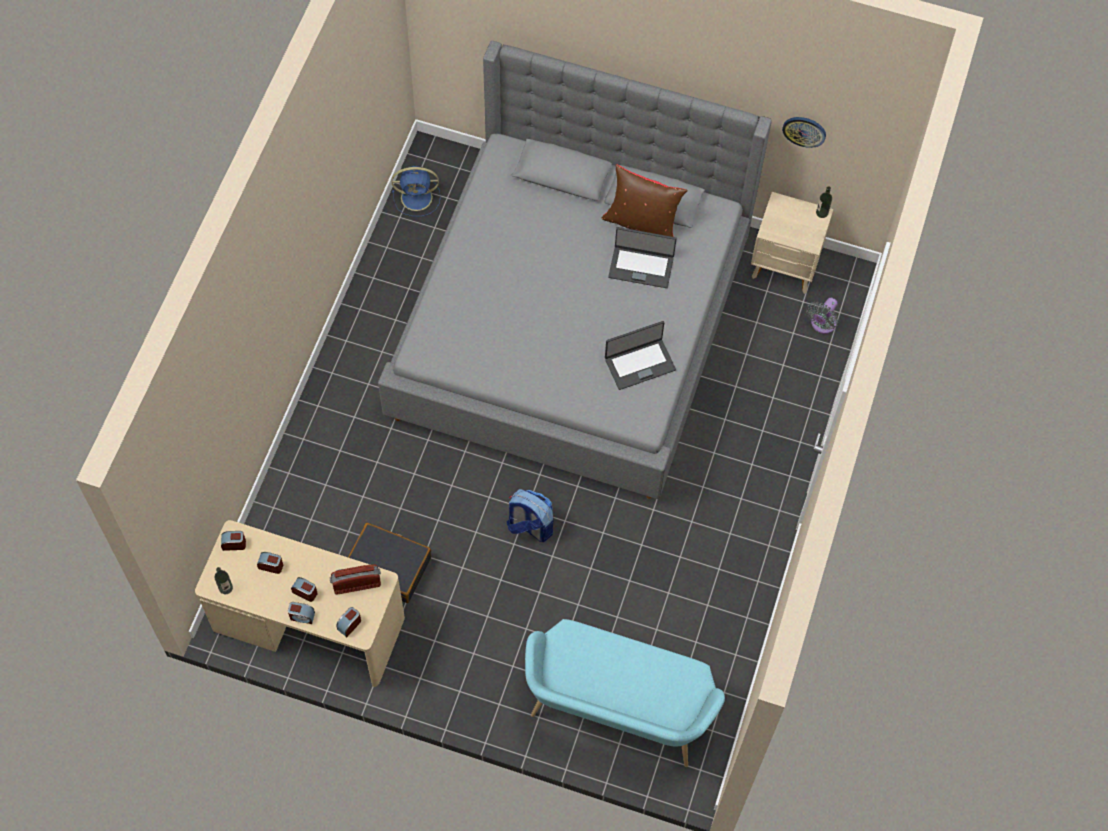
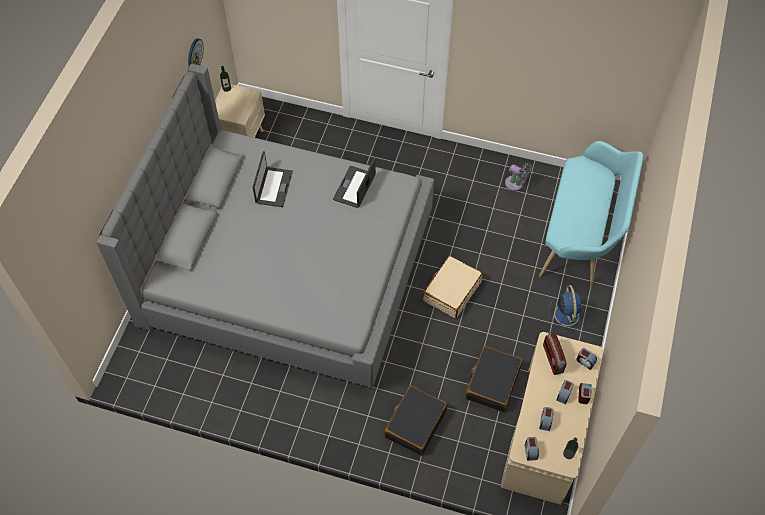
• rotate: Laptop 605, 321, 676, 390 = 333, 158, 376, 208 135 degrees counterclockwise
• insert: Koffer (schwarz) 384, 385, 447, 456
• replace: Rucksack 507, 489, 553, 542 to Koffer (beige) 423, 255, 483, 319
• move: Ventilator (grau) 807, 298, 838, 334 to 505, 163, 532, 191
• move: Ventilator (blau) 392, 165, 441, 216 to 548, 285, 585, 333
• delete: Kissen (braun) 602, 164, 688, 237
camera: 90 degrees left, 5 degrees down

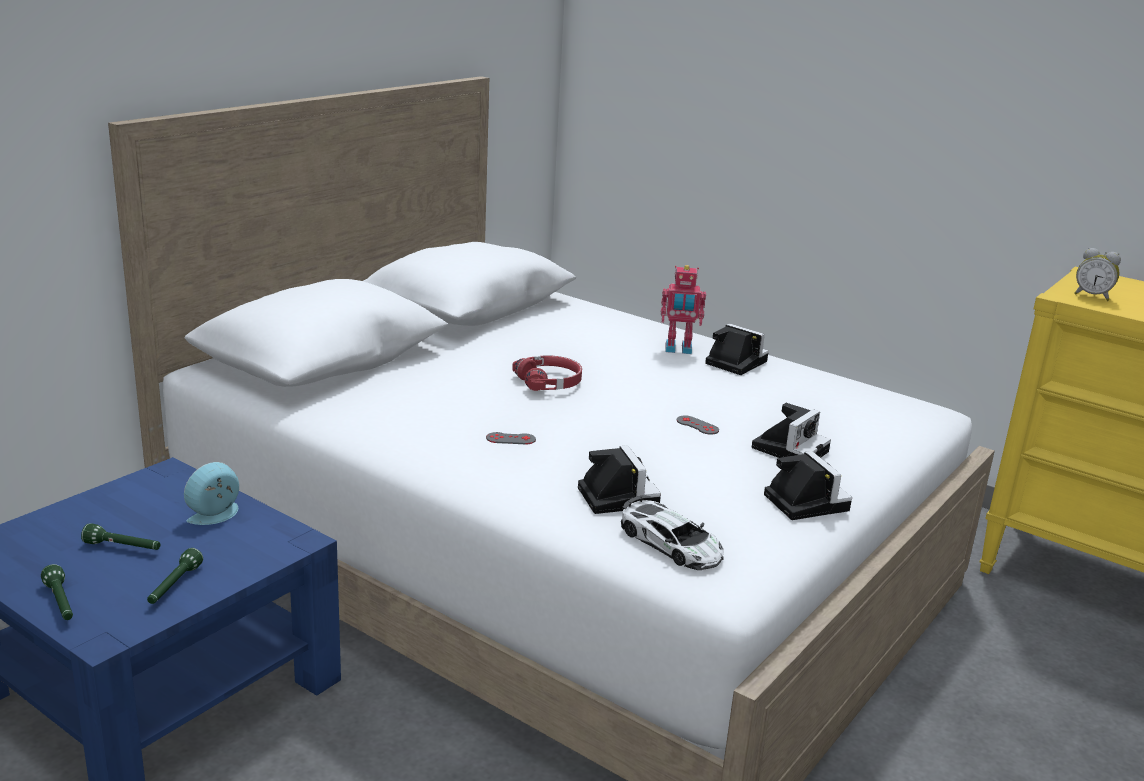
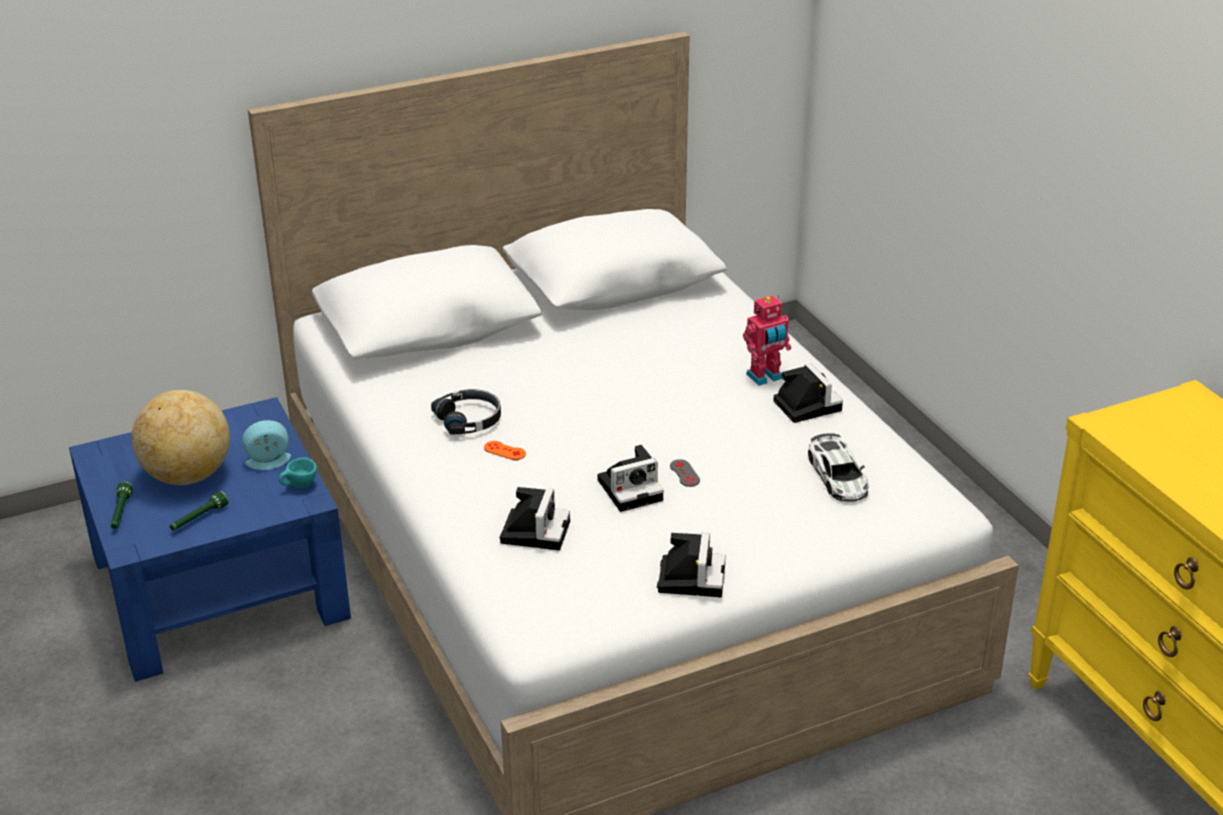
• replace: Taschenlampe (grün) 81, 523, 161, 550 to Globus 131, 390, 230, 485
• insert: Tasse (türkis) 279, 457, 317, 488
• insert: Kopfhörer (schwarz) 431, 389, 501, 434
• recolor: Gamepad (grau) 486, 432, 536, 444 to Gamepad (orange) 484, 441, 526, 460
• move: Kamera 752, 403, 831, 458 to 597, 445, 664, 512
• rotate: Spielzeugroboter 661, 265, 706, 354 = 743, 295, 791, 386 60 degrees counterclockwise
• move: Spielzeugauto 621, 496, 724, 570 to 808, 433, 869, 502
• delete: Kopfhörer (rot) 512, 355, 582, 391
• delete: Wecker 1074, 248, 1121, 301
camera: 30 degrees right, 10 degrees up

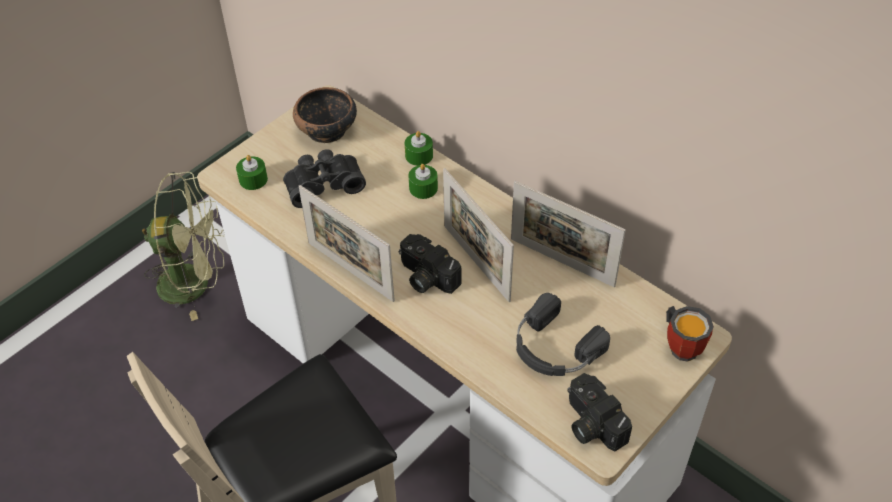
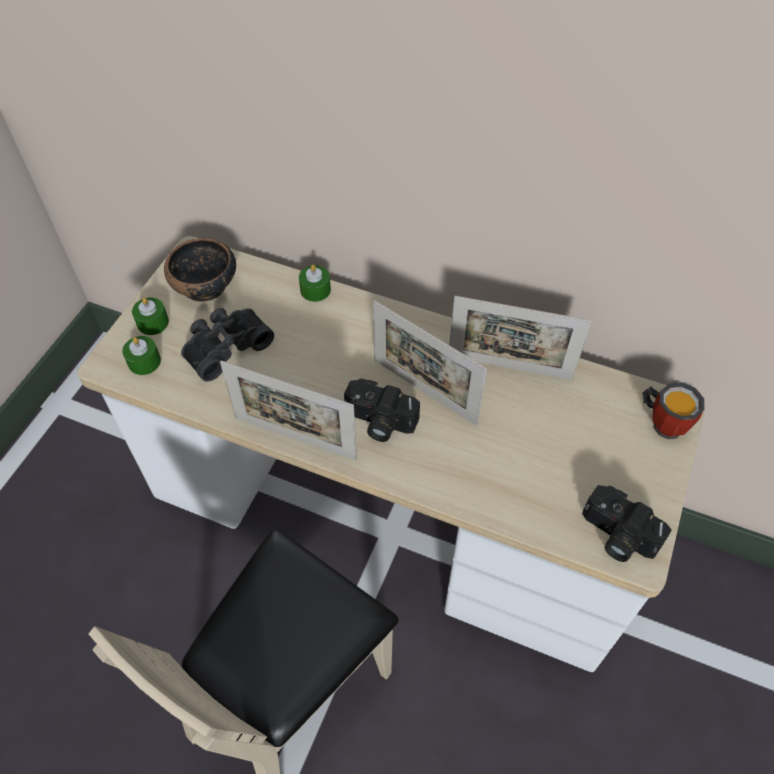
• move: Kerze (grün) 408, 164, 438, 199 to 132, 297, 169, 335
• delete: Ventilator (grün) 142, 172, 225, 321
• delete: Kopfhörer (schwarz) 516, 293, 610, 376
camera: 20 degrees left, 5 degrees up

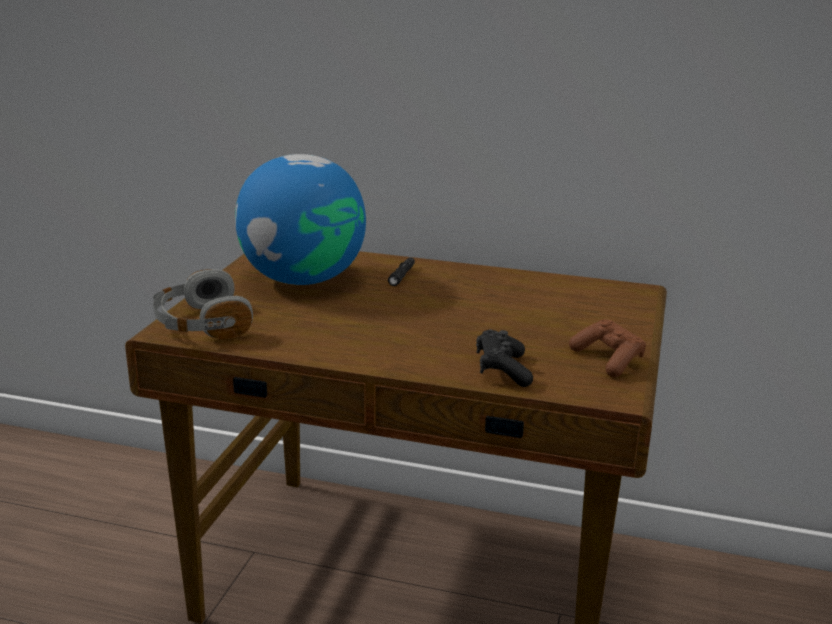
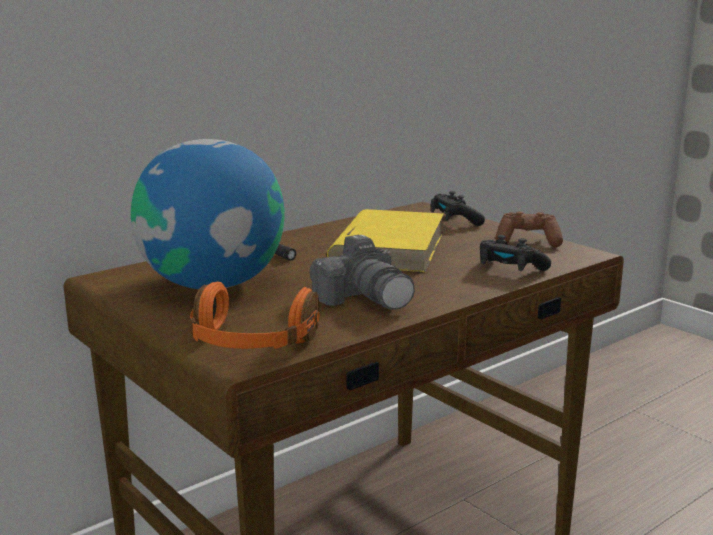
• recolor: Kopfhörer (grau) 153, 269, 253, 339 to Kopfhörer (orange) 190, 282, 319, 349
• insert: Kamera 309, 235, 415, 310
• insert: Buch (gelb) 327, 209, 444, 272
• insert: Gamepad (schwarz) 431, 191, 485, 226
camera: 55 degrees left, 5 degrees down

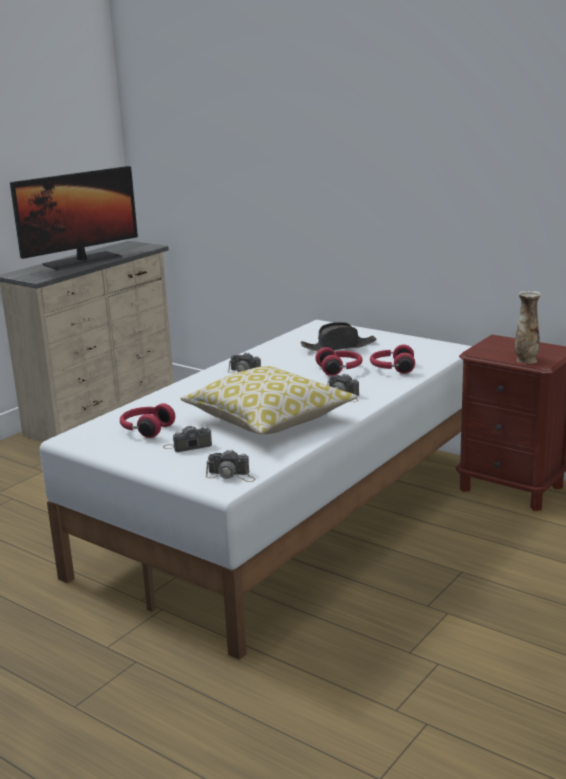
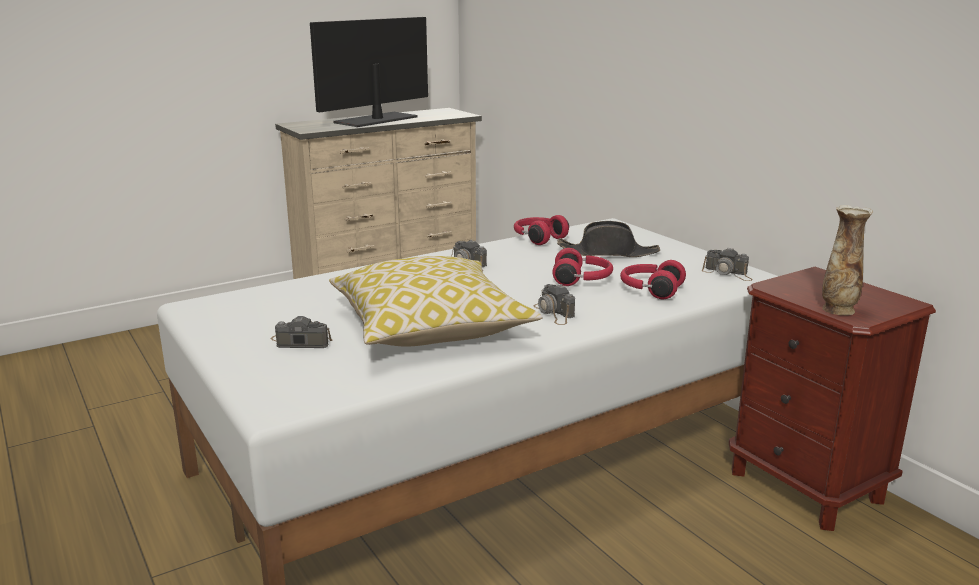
• rotate: Monitor 10, 166, 138, 270 = 310, 17, 428, 127 150 degrees clockwise
• move: Kopfhörer (rot) 120, 403, 175, 438 to 514, 215, 569, 245
• move: Kamera 206, 449, 255, 482 to 702, 247, 753, 281
camera: 20 degrees right, 0 degrees up

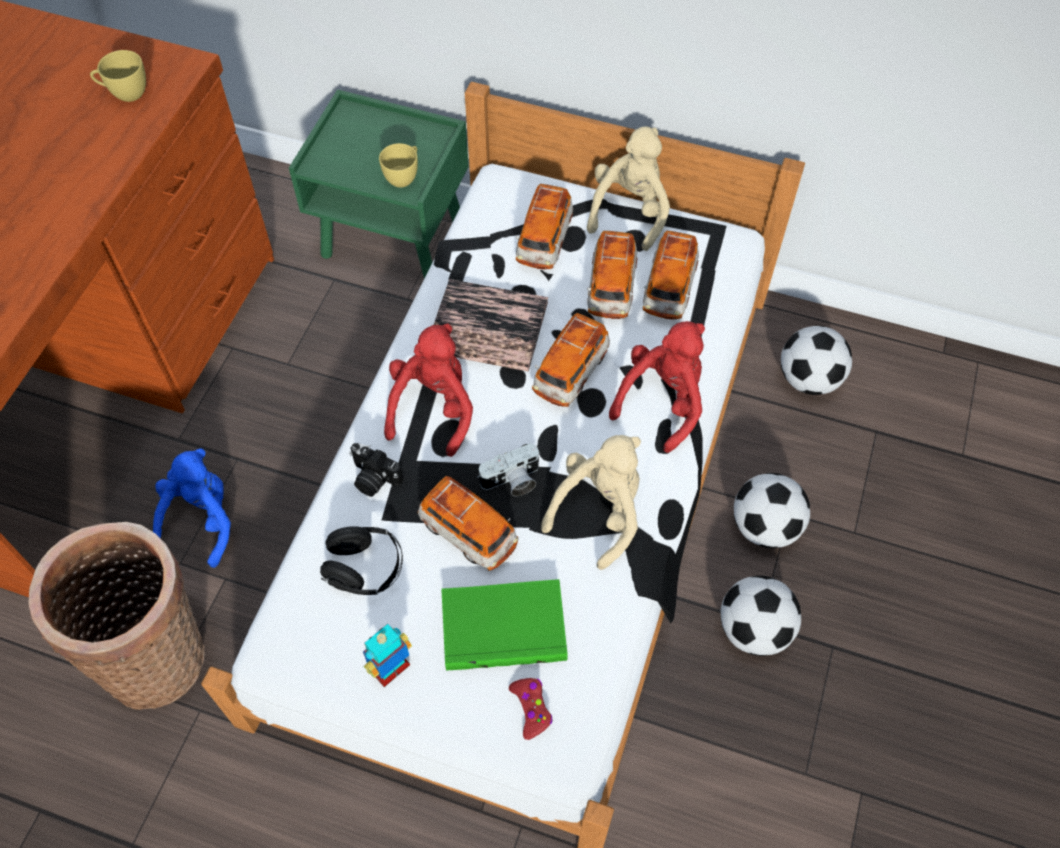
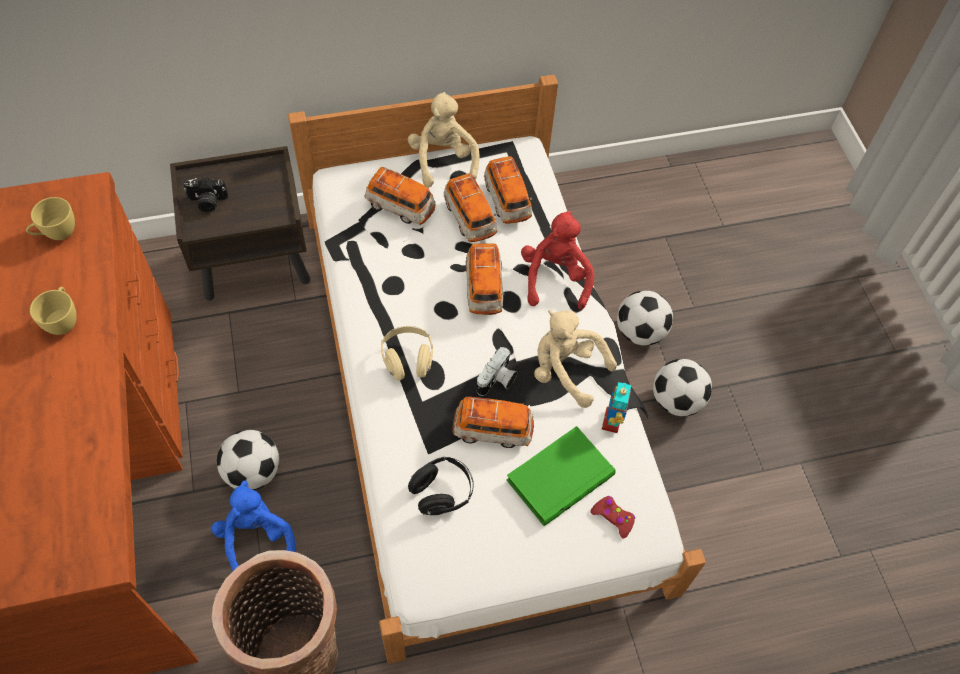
• move: Tasse (gelb) 379, 143, 418, 188 to 30, 287, 77, 335
• recolor: Nachttisch (grün) 289, 89, 469, 278 to Nachttisch (braun) 170, 146, 310, 301
• move: Kamera 349, 443, 403, 497 to 184, 177, 228, 212
• move: Fußball 781, 326, 852, 395 to 217, 430, 279, 490
• rotate: Spielzeugauto 516, 184, 573, 269 = 364, 167, 436, 225 45 degrees counterclockwise
• replace: Plüschtier (rot) 384, 323, 473, 457 to Kopfhörer (beige) 381, 326, 433, 380
• rotate: Plüschtier (beige) 541, 435, 641, 570 = 534, 310, 617, 408 60 degrees counterclockwise
• move: Spielzeugroboter 363, 624, 412, 687 to 602, 382, 631, 433
• delete: Buch 434, 279, 548, 371
camera: 35 degrees left, 0 degrees up

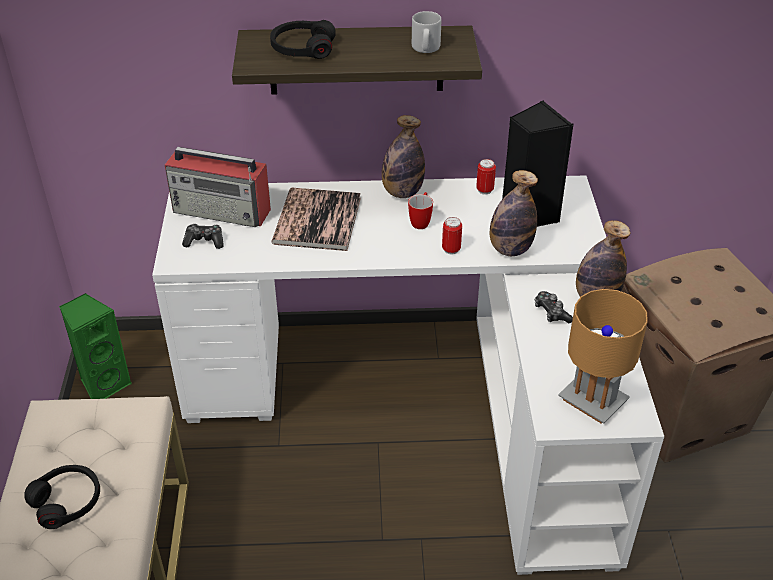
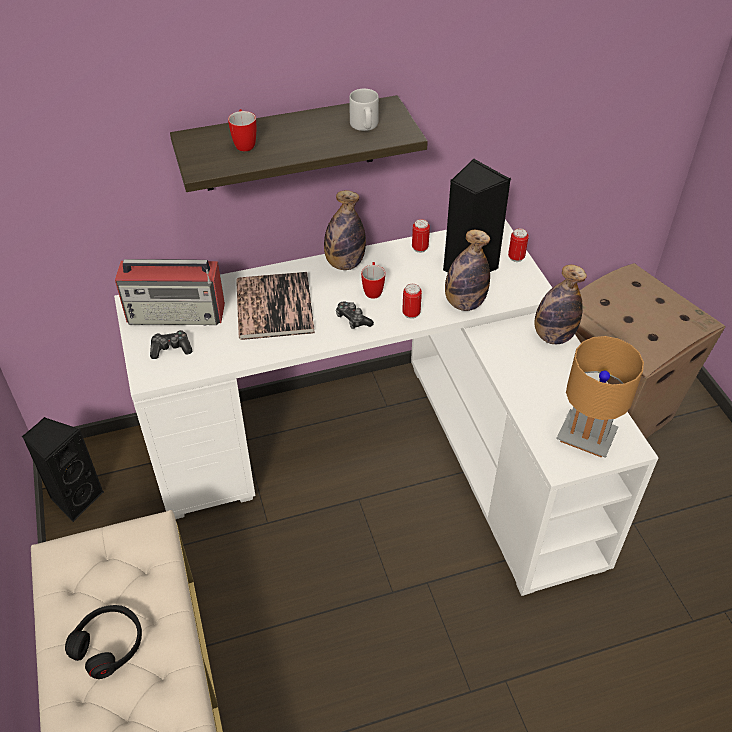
• recolor: Lautsprecher (grün) 59, 293, 132, 399 to Lautsprecher (schwarz) 22, 417, 104, 522
• replace: Kopfhörer (schwarz) 270, 20, 336, 59 to Henkelbecher 228, 109, 256, 151
• move: Gamepad 535, 291, 573, 323 to 336, 302, 374, 329
• insert: Dose 508, 228, 529, 262
camera: 15 degrees left, 5 degrees up

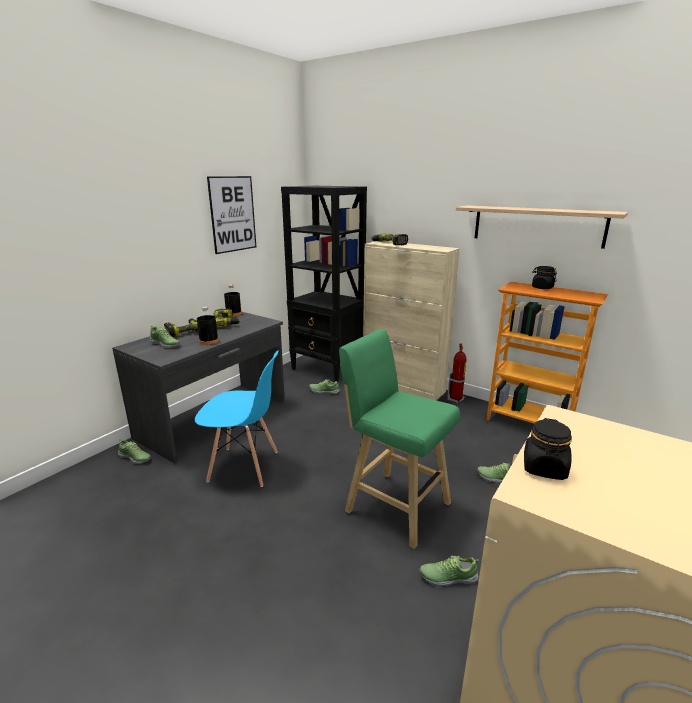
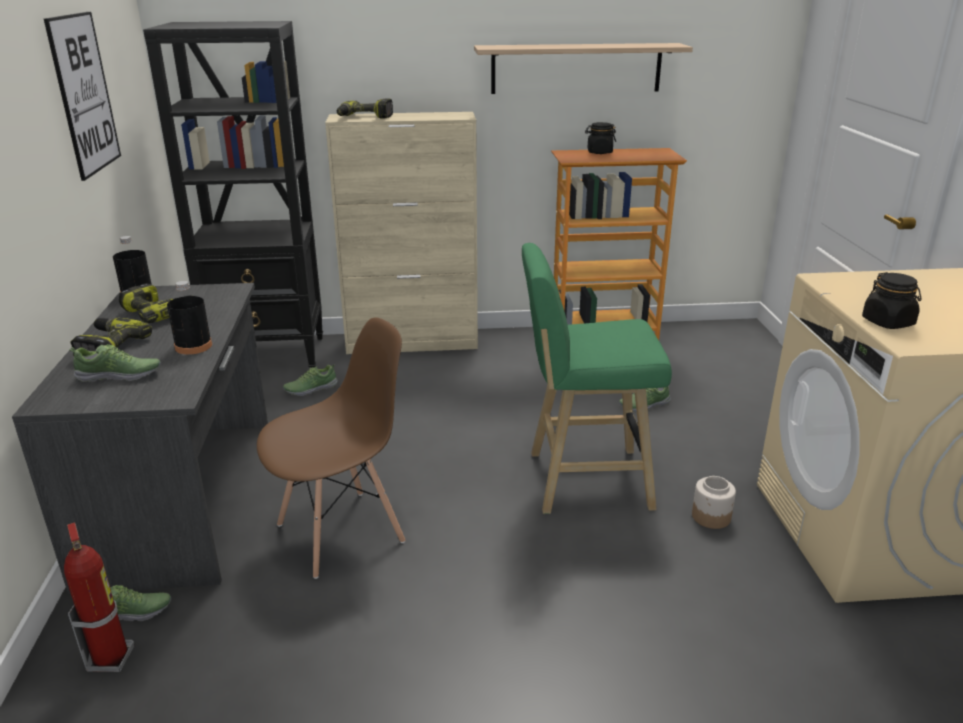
• move: Feuerlöscher 447, 343, 466, 403 to 64, 522, 134, 672
• recolor: Stuhl (blau) 195, 350, 279, 487 to Stuhl (braun) 257, 317, 406, 579
• replace: Schuh 420, 555, 479, 587 to Vorratsglas 692, 476, 736, 529
camera: 40 degrees left, 5 degrees up

